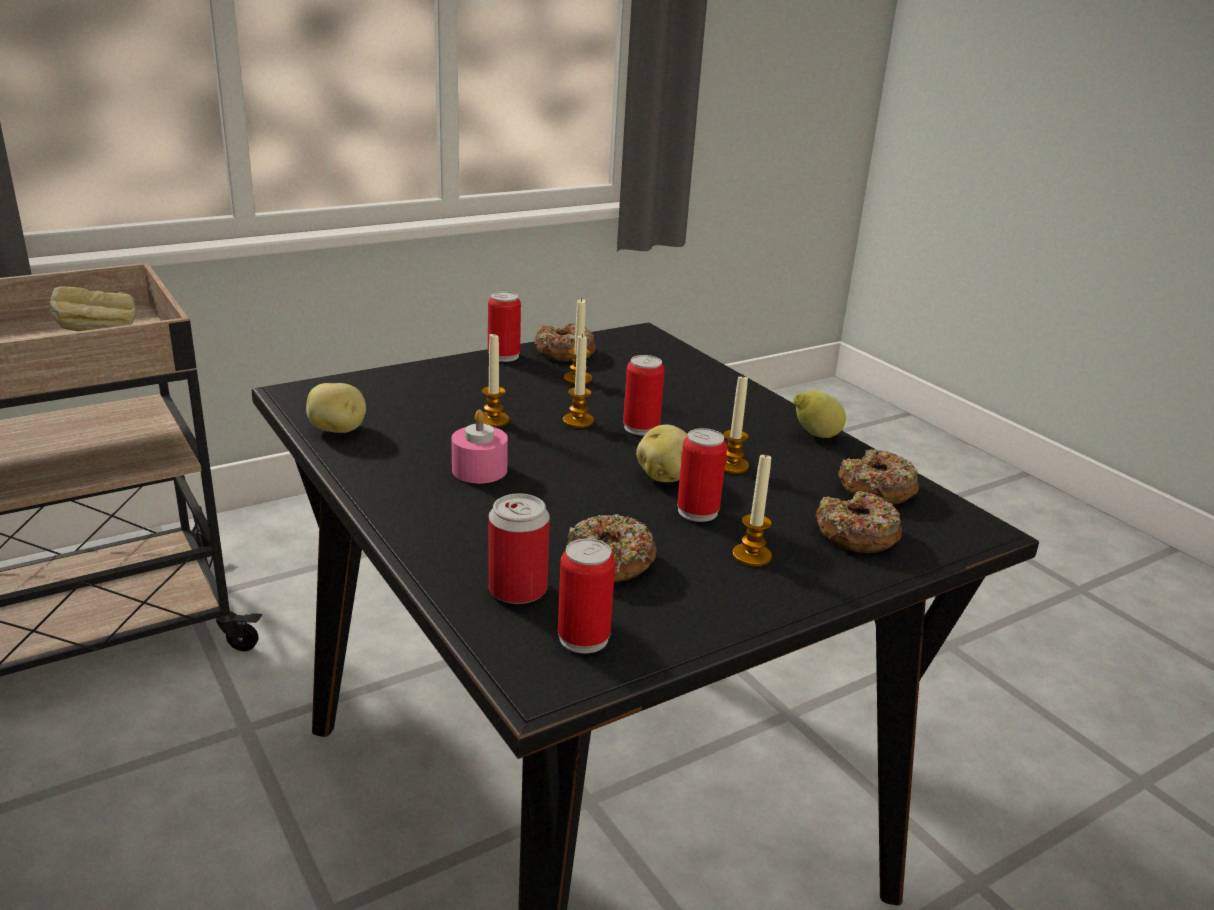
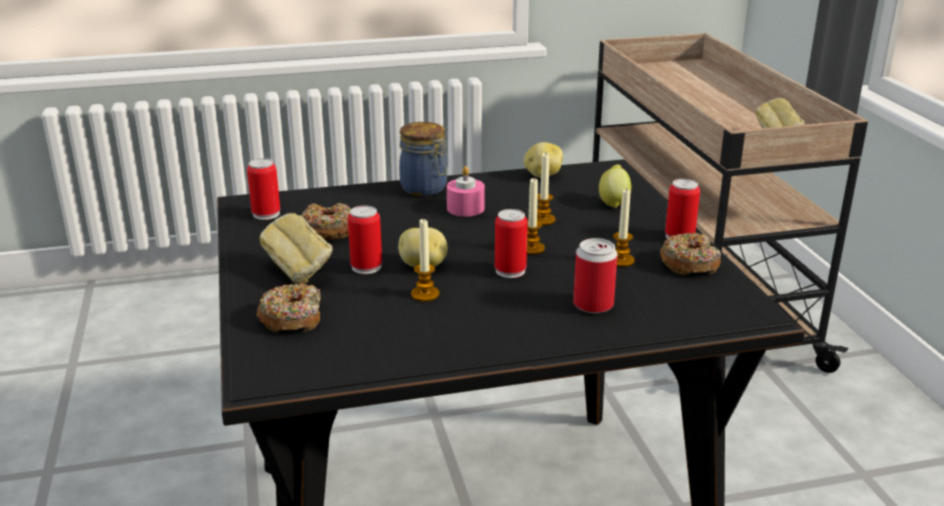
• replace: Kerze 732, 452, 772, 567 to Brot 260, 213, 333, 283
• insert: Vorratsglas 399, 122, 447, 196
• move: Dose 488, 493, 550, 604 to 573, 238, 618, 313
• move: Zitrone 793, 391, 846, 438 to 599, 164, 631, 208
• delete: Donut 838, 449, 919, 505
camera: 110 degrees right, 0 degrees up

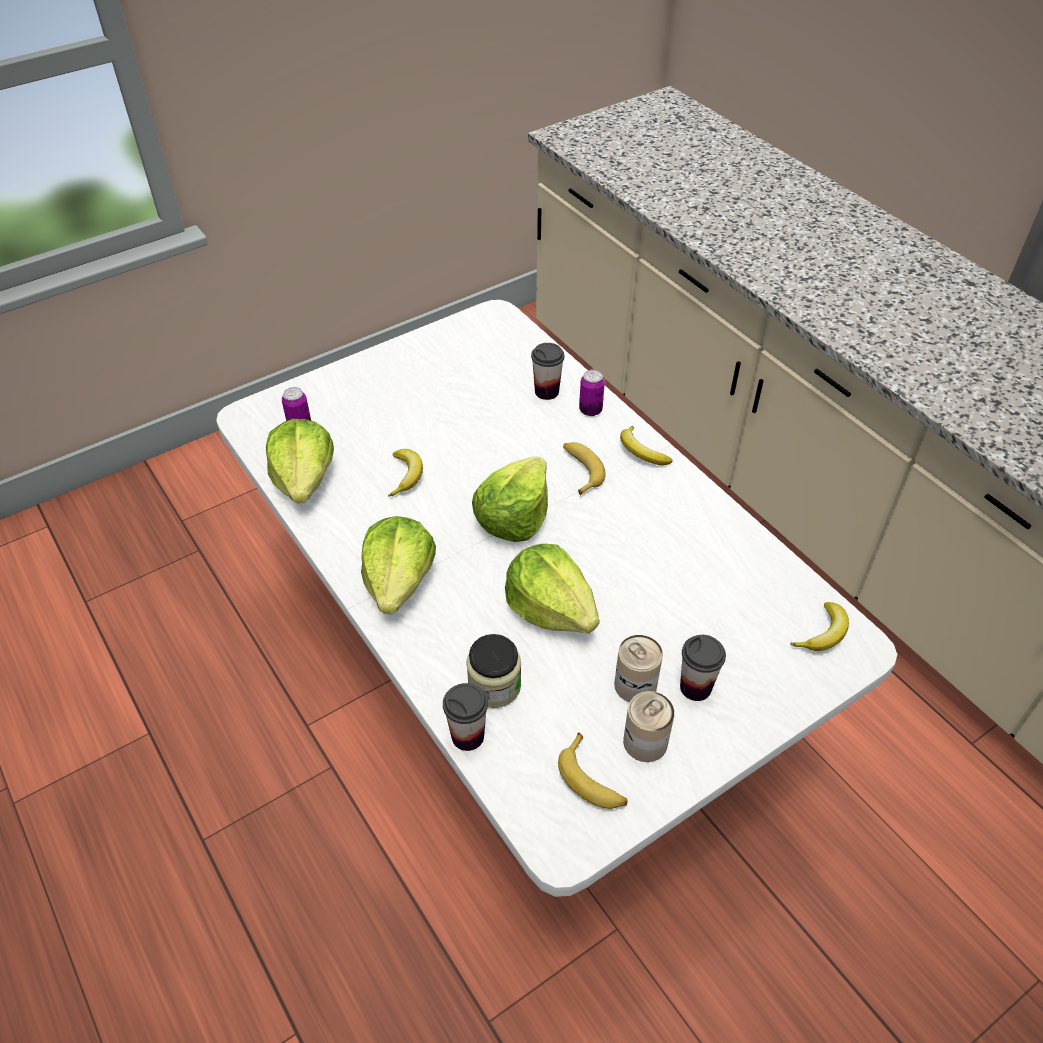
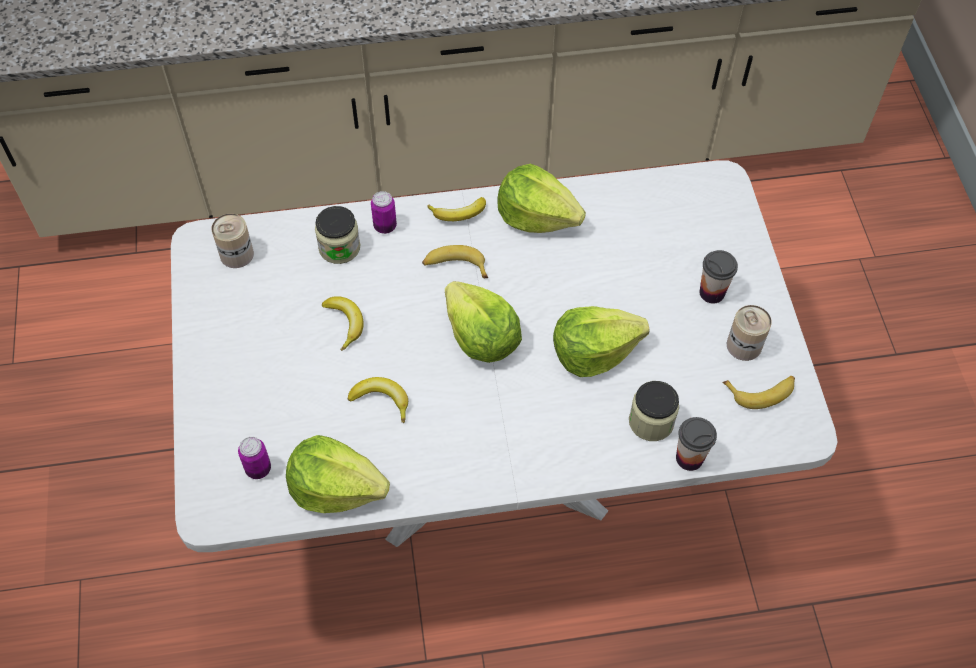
• move: Dose 614, 635, 663, 703 to 212, 213, 254, 268
• replace: Tasse 531, 343, 564, 400 to Vorratsglas 315, 206, 360, 264
• move: Banane 790, 602, 849, 651 to 322, 296, 364, 351
• move: Salatkopf 361, 516, 436, 614 to 497, 163, 586, 233
camera: 65 degrees left, 10 degrees up

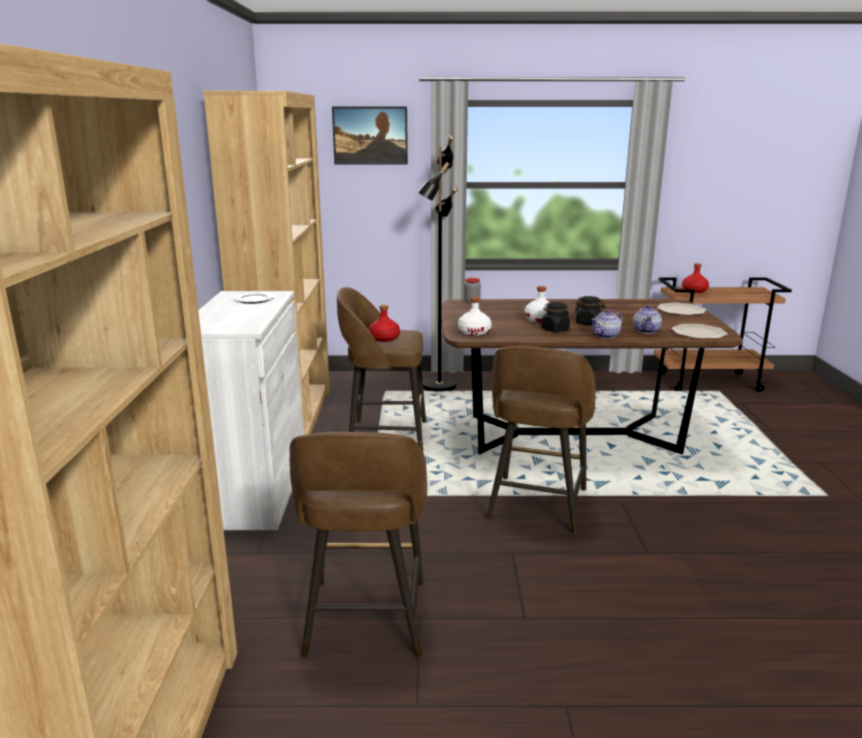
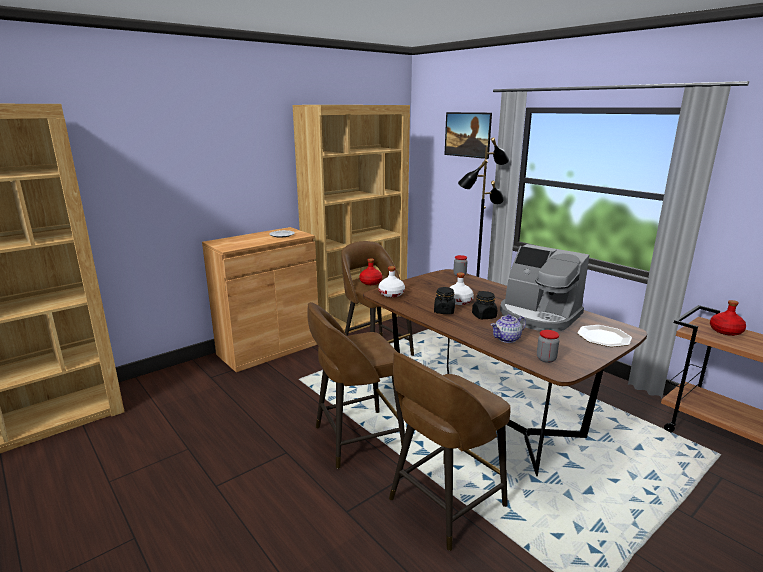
• recolor: Schrank (weiß) 198, 291, 304, 530 to Schrank (braun) 202, 227, 318, 372
• move: Hocker (braun) 290, 432, 427, 657 to 389, 352, 511, 551
• insert: Kaffeemaschine 500, 244, 589, 332
• replace: Teller 672, 324, 728, 339 to Vorratsglas 537, 330, 559, 363
• delete: Teekanne 591, 309, 623, 339
camera: 50 degrees right, 0 degrees up

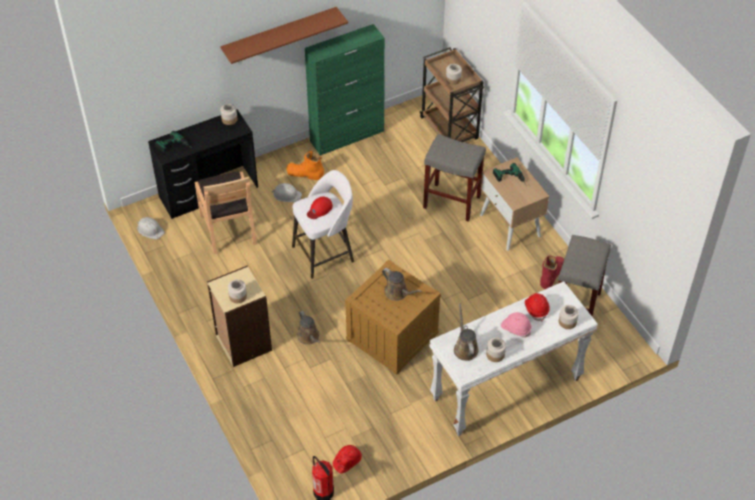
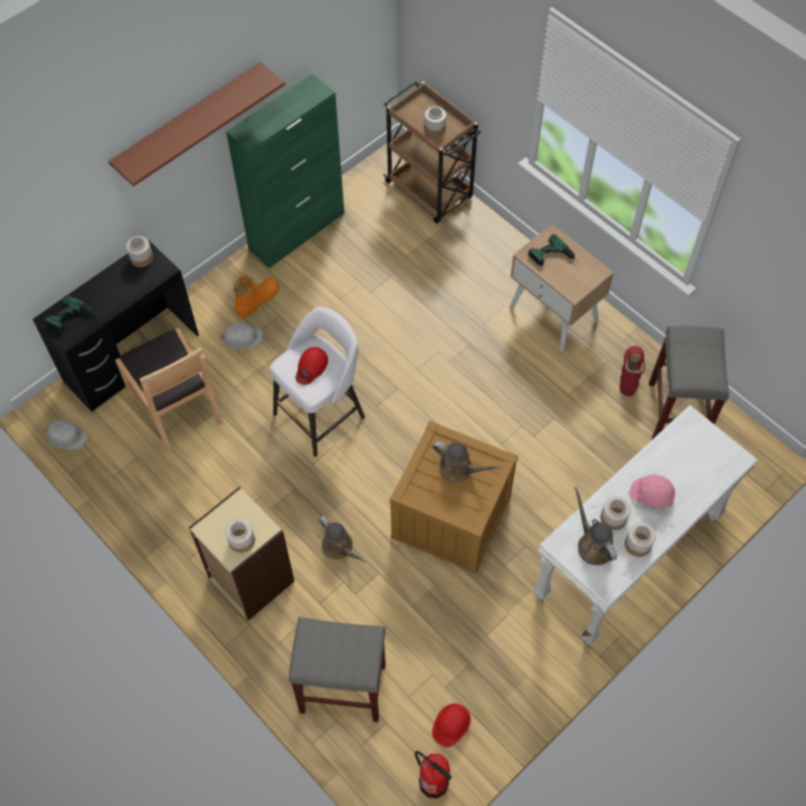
• rotate: Stiefel (orange) 287, 151, 324, 180 = 233, 275, 279, 318 135 degrees clockwise
• move: Hocker (grau) 423, 134, 486, 222 to 288, 617, 386, 722
• move: Vorratsglas 559, 305, 579, 329 to 600, 496, 631, 530
• delete: Schutzhelm (rot) 525, 293, 550, 321
camera: 15 degrees left, 10 degrees up

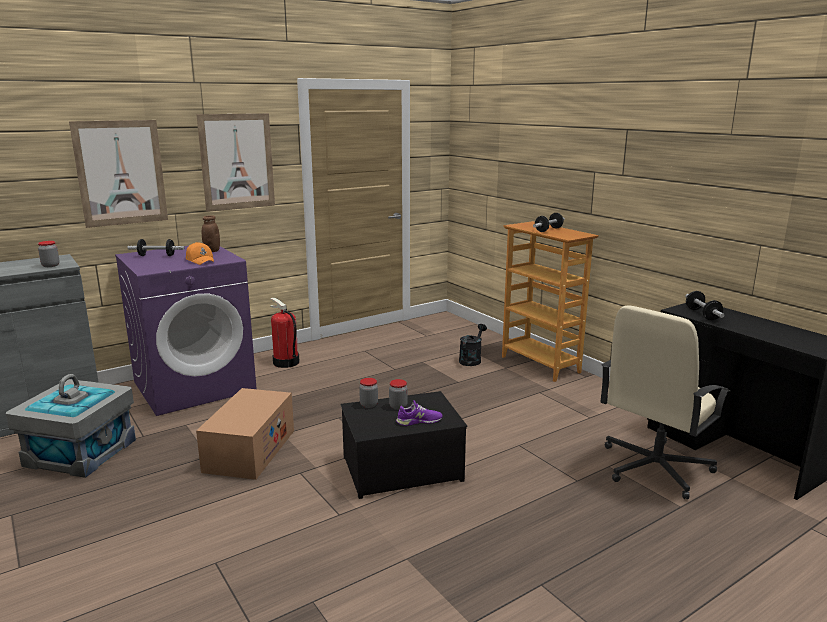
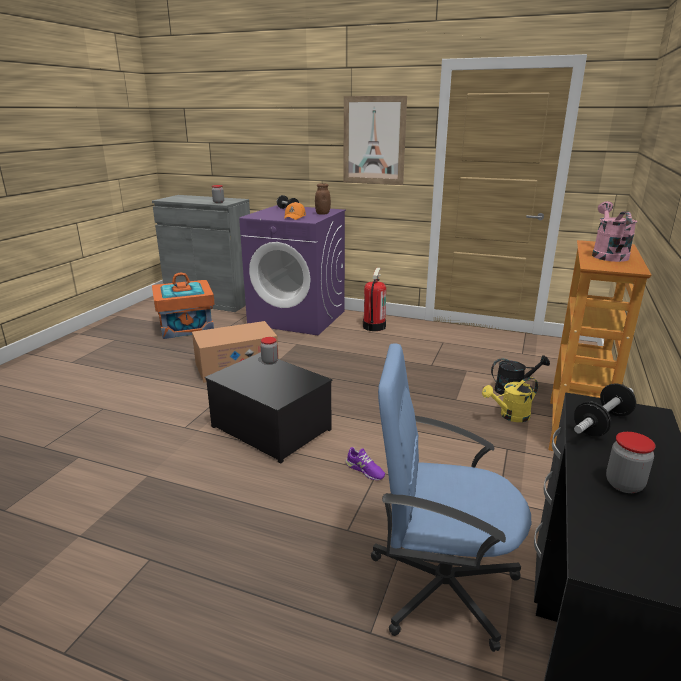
• recolor: Aufbewahrungsbox (grau) 6, 374, 136, 478 to Aufbewahrungsbox (orange) 152, 273, 215, 339
• move: Schuh (lila) 396, 400, 443, 426 to 345, 447, 385, 480
• recolor: Bürostuhl (beige) 600, 305, 730, 499 to Bürostuhl (blau) 371, 344, 531, 652
• insert: Gießkanne (gelb) 482, 377, 538, 422
• replace: Hantel 533, 213, 565, 232 to Gießkanne (rosa) 592, 201, 637, 262
• move: Vorratsglas 389, 379, 408, 410 to 606, 432, 656, 493
• delete: Bild 69, 120, 168, 228
camera: 55 degrees right, 5 degrees up

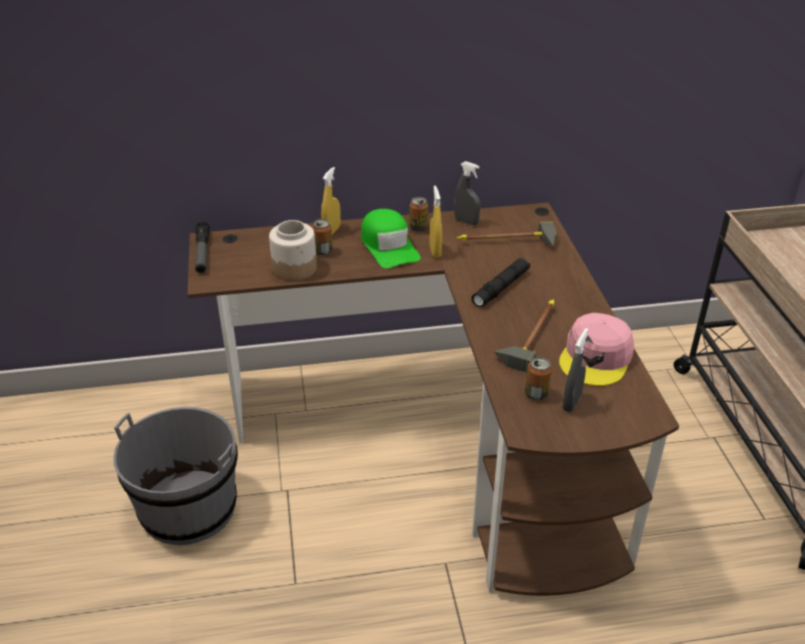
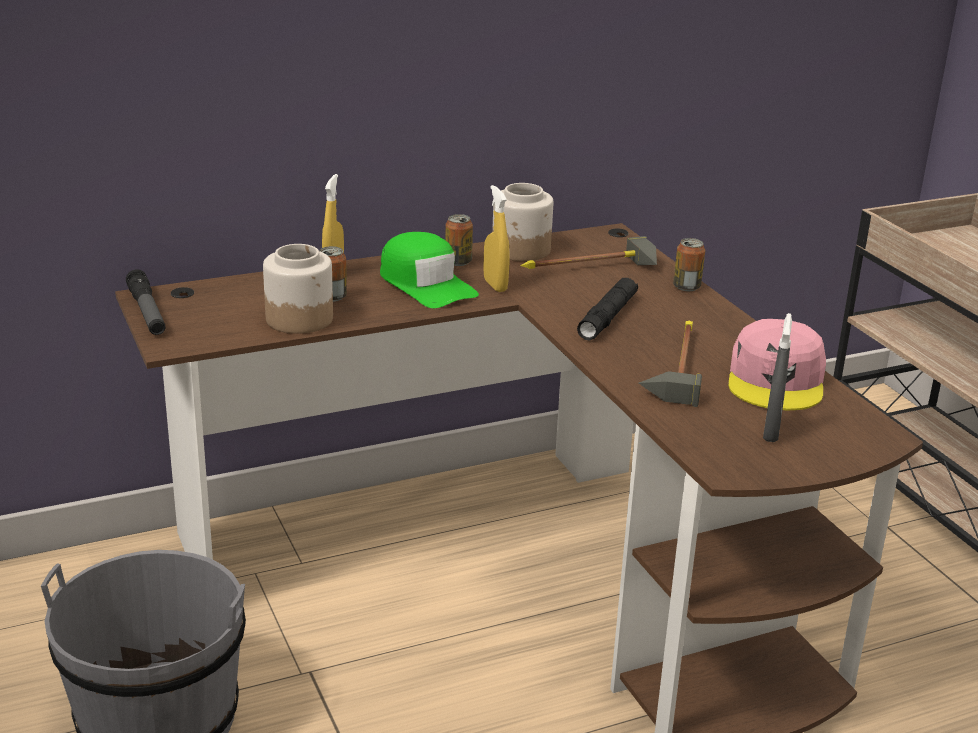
• replace: Sprühflasche (grau) 454, 161, 480, 225 to Vorratsglas 492, 183, 553, 261
• move: Dose 525, 357, 552, 400 to 673, 238, 705, 291
camera: 15 degrees left, 10 degrees down

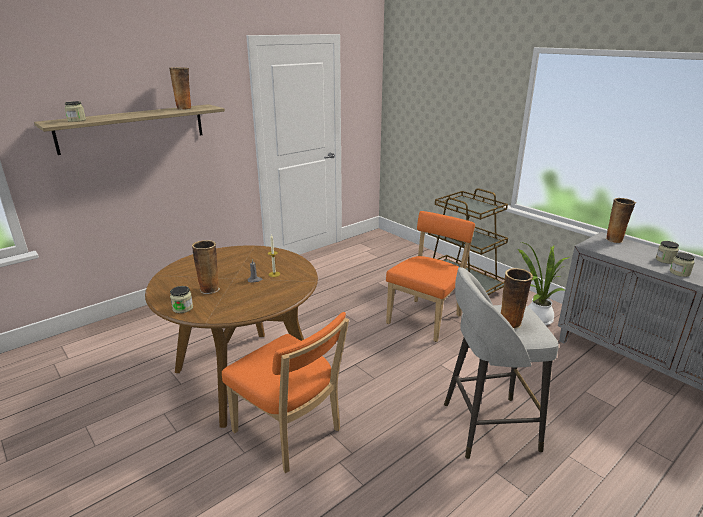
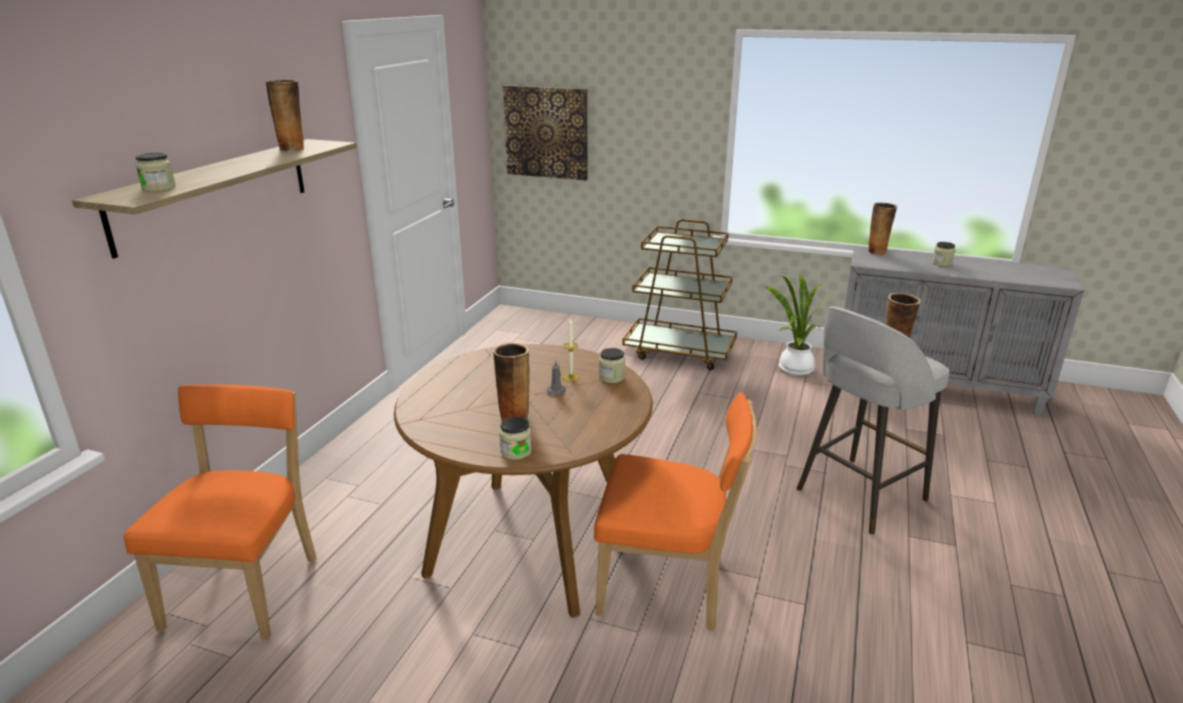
• move: Stuhl (orange) 386, 211, 475, 342 to 123, 384, 317, 640
• insert: Bild 503, 85, 588, 180
• move: Vorratsglas 670, 252, 695, 277 to 599, 348, 625, 383
camera: 30 degrees left, 0 degrees up

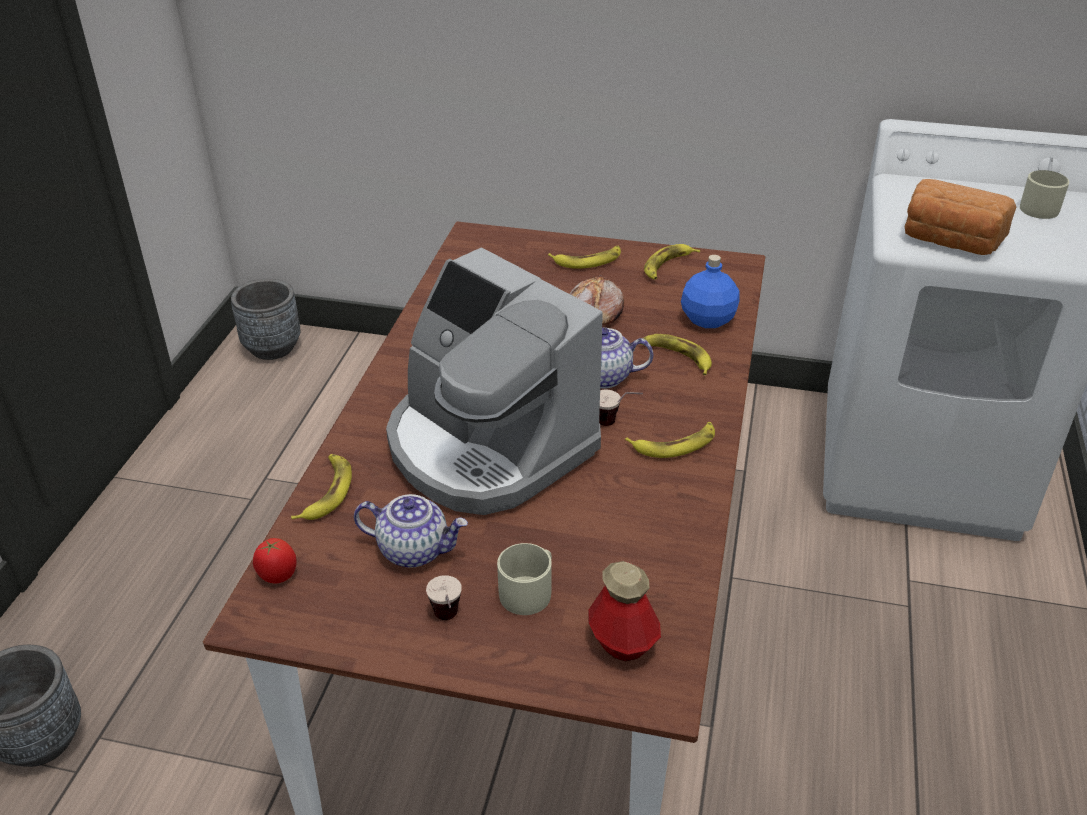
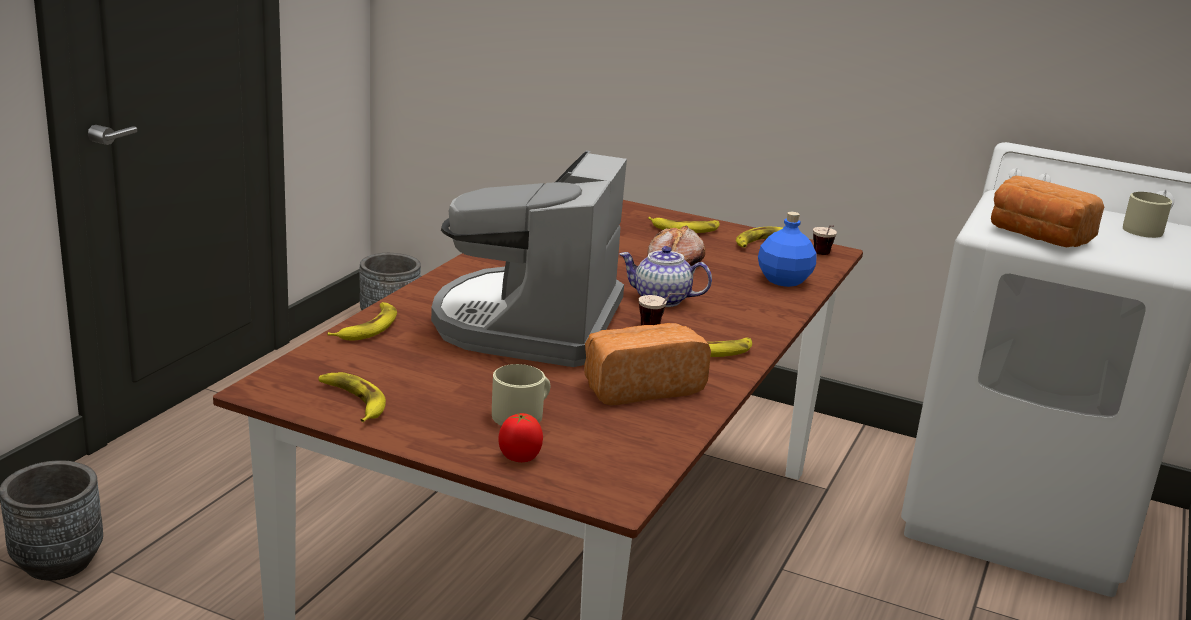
• move: Banane 641, 334, 712, 375 to 319, 372, 386, 422
• rotate: Kaffeemaschine 386, 247, 603, 515 = 431, 151, 627, 367 45 degrees clockwise
• move: Tomate 253, 538, 296, 583 to 498, 413, 543, 462
• insert: Brot 584, 323, 711, 406
• move: Tasse 426, 576, 462, 620 to 813, 225, 837, 255
• delete: Teekanne 354, 494, 468, 567
• delete: Flasche 589, 561, 661, 662
camera: 10 degrees right, 15 degrees down

